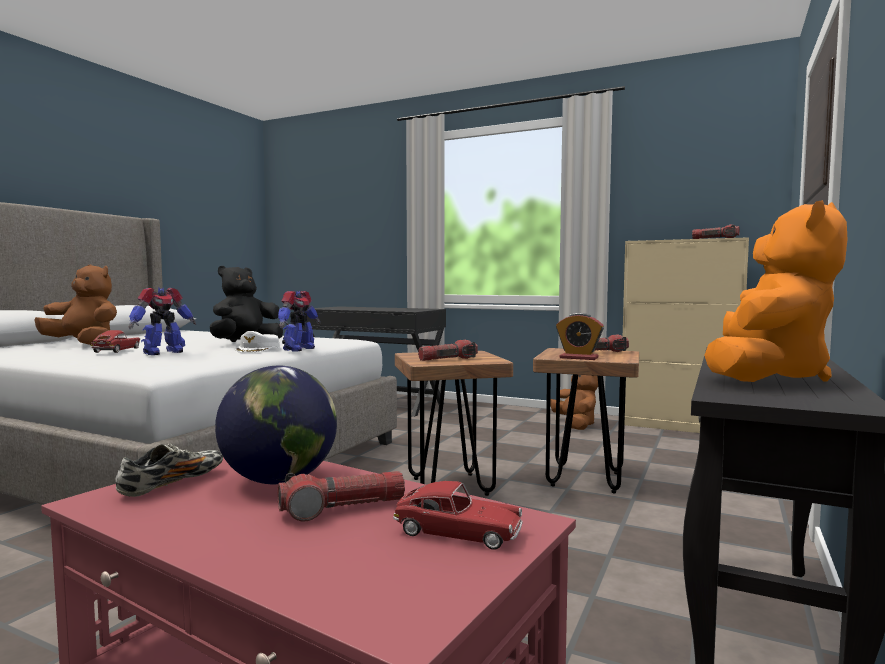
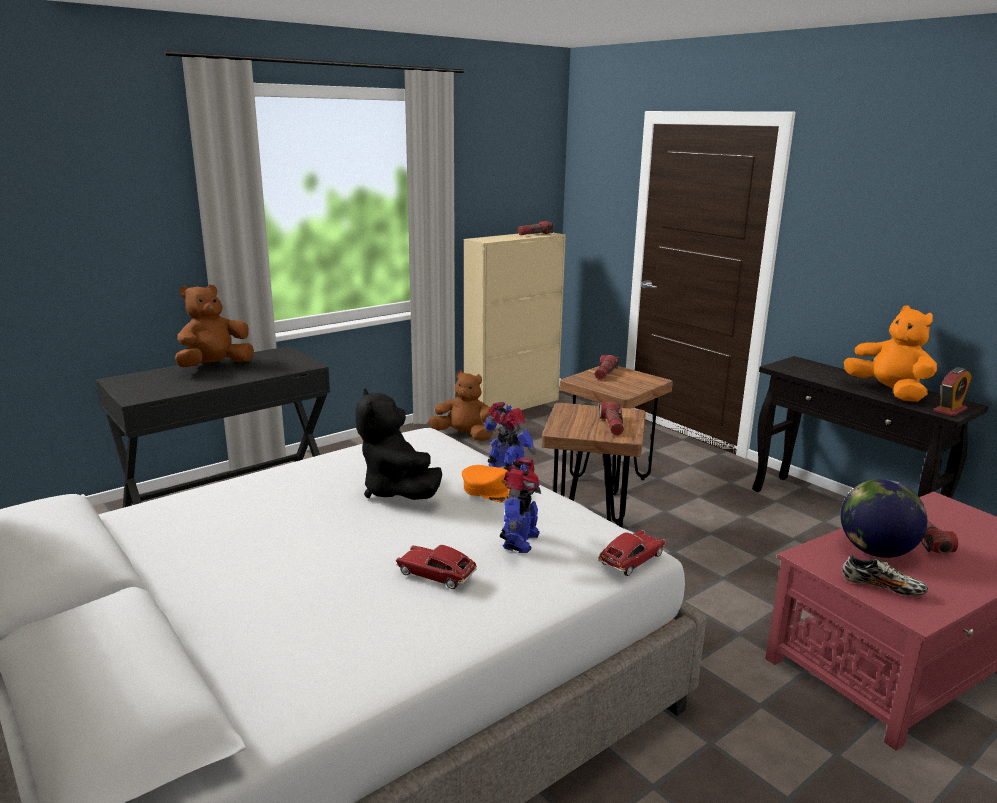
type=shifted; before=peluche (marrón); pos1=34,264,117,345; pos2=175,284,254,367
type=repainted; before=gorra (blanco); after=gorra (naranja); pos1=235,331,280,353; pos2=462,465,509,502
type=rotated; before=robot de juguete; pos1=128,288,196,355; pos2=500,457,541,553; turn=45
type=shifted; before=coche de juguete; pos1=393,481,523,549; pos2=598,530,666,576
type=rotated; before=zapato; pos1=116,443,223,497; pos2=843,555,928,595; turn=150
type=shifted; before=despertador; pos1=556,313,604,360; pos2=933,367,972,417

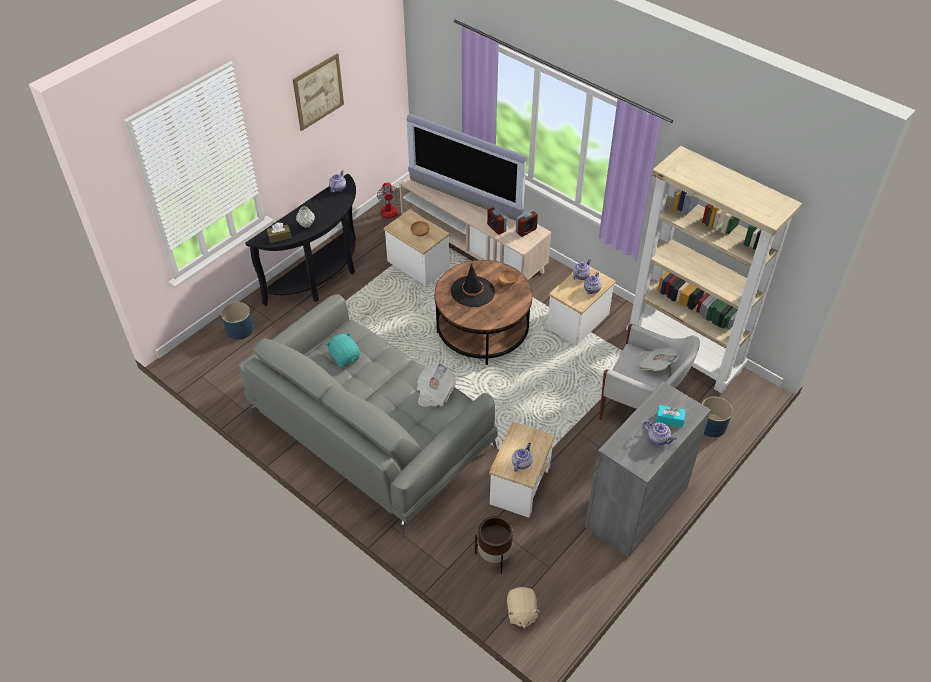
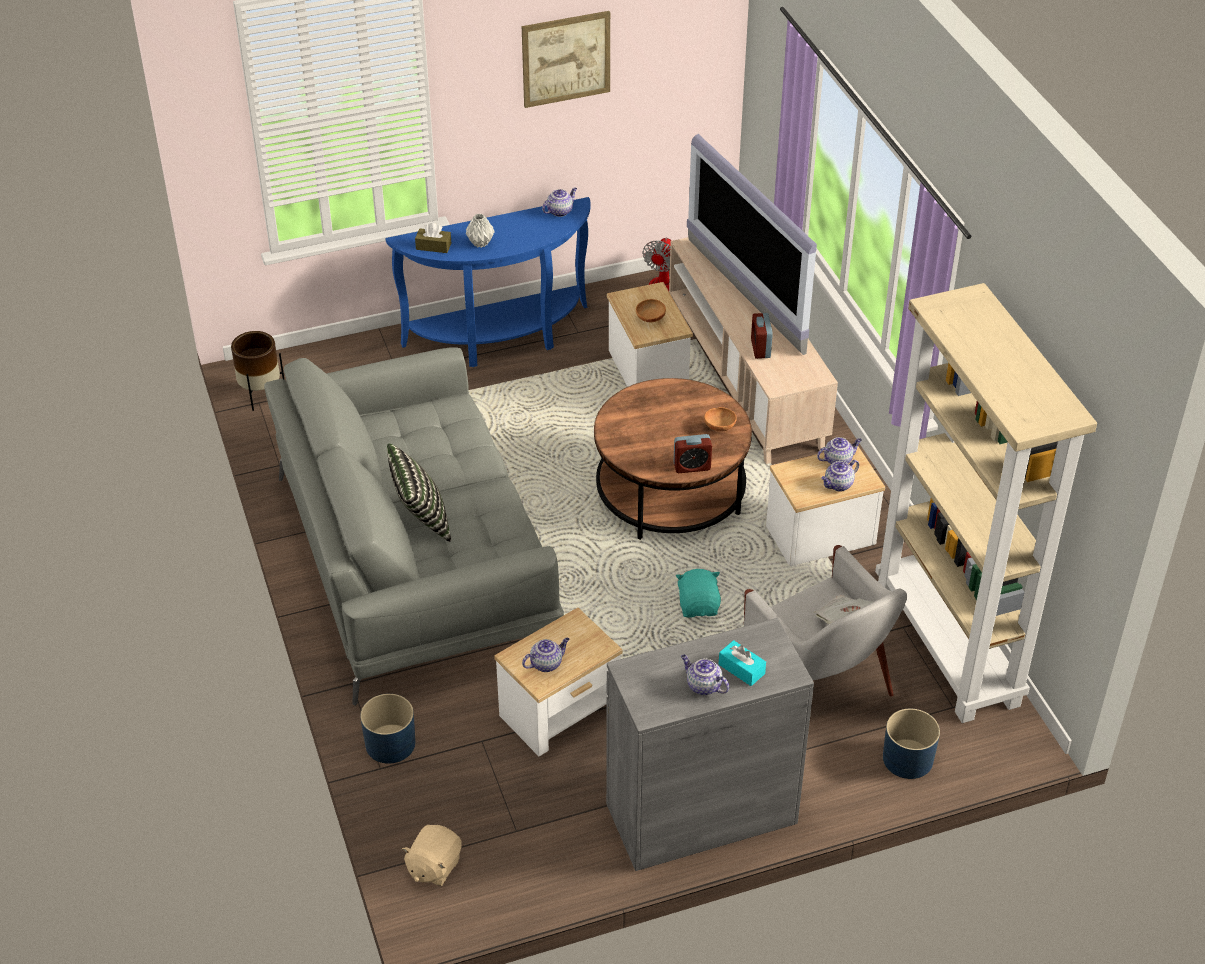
type=shifted; before=maceta (marrón); pos1=475,516,513,574; pos2=231,331,284,411
type=shifted; before=maceta (azul); pos1=221,302,253,340; pos2=360,694,416,764
type=repainted; before=mesa consola (negro); after=mesa consola (azul); pos1=245,174,356,306; pos2=385,197,590,367
type=new; after=cojín; pos2=387,444,451,542
type=shifted; before=despertador; pos1=516,210,538,237; pos2=673,434,712,473
type=shifted; before=peluche (turquesa); pos1=326,332,360,367; pos2=676,569,721,618
type=rotated; before=tetera; pos1=644,421,677,445; pos2=681,654,729,696; turn=150
type=gone; before=periódico; pos1=417,363,456,407
type=gone; before=sombrero (negro); pos1=451,262,495,307

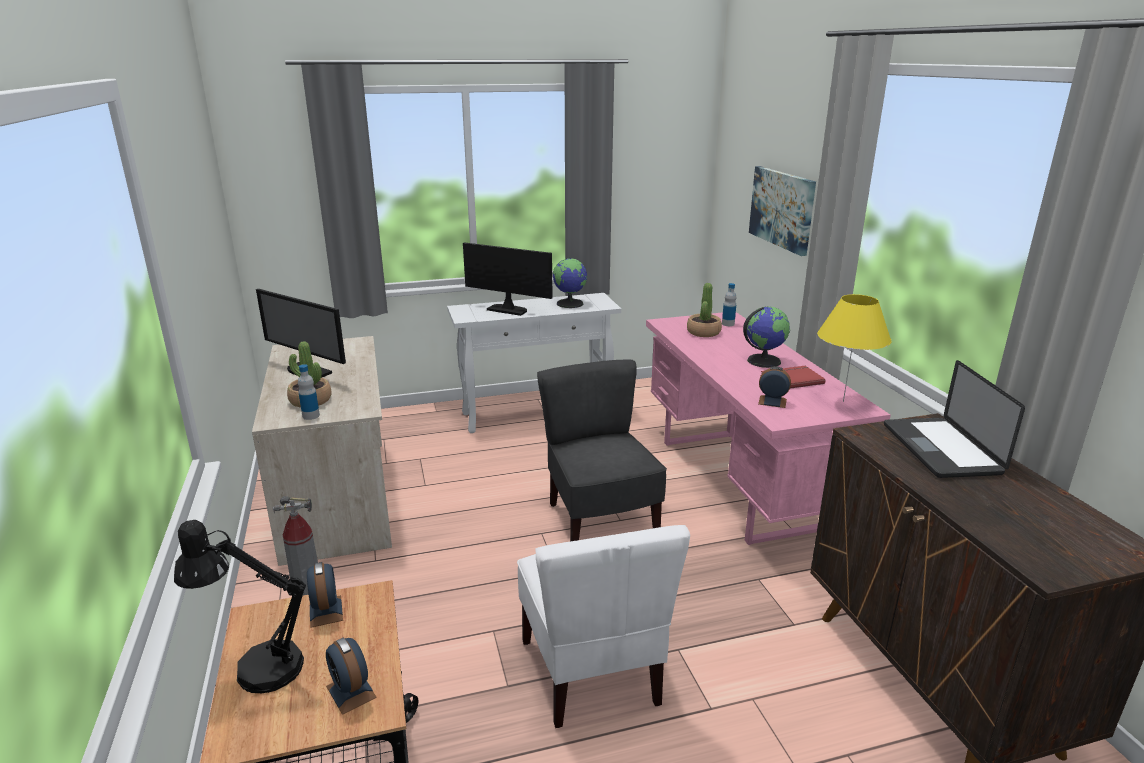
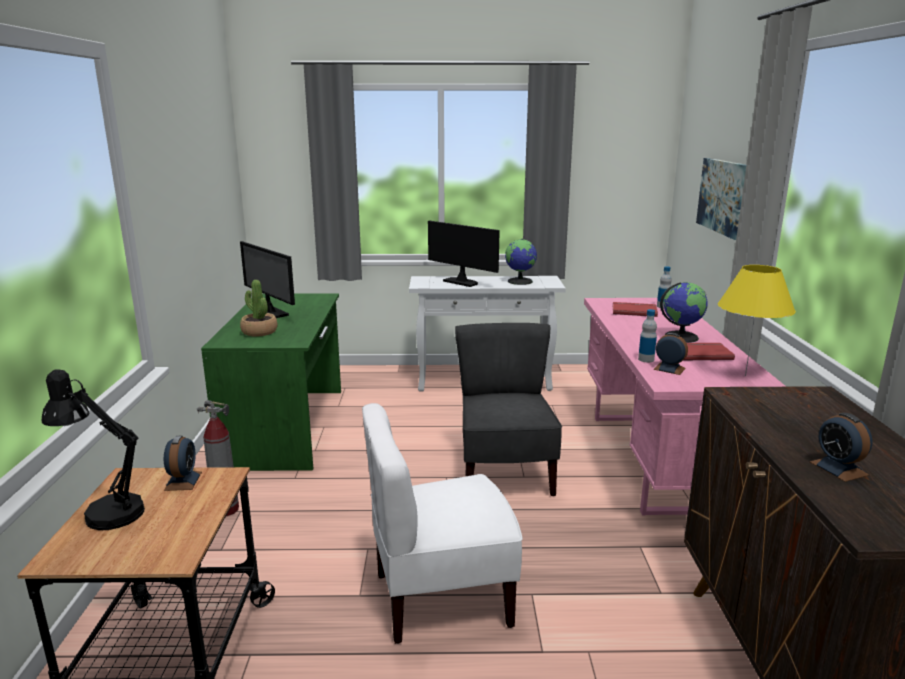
type=repainted; before=escritorio (beis); after=escritorio (verde); pos1=252,336,392,566; pos2=201,293,341,471
type=rotated; before=silla (blanco); pos1=517,525,690,728; pos2=362,403,522,644; turn=75
type=swapped; before=planta en maceta; after=libro (rojo); pos1=687,283,722,337; pos2=613,302,658,317
type=shifted; before=botella; pos1=298,364,320,420; pos2=638,309,657,363
type=shifted; before=despertador; pos1=326,638,377,715; pos2=810,413,873,482
type=gone; before=portátil; pos1=884,360,1025,478

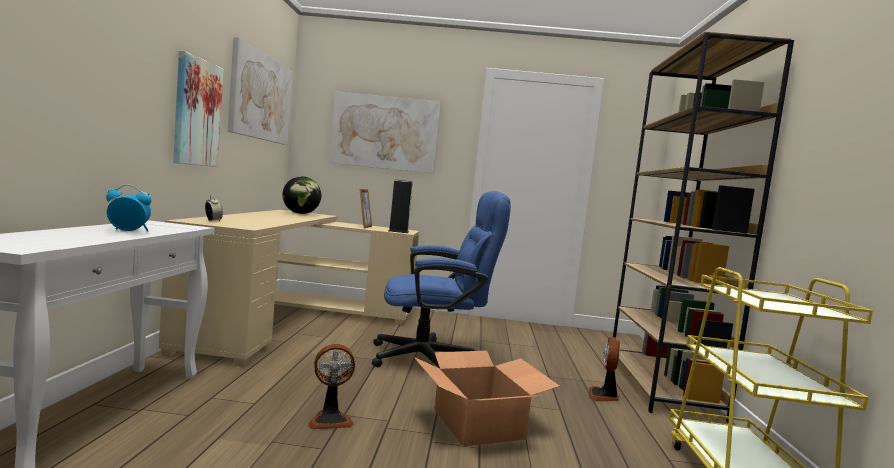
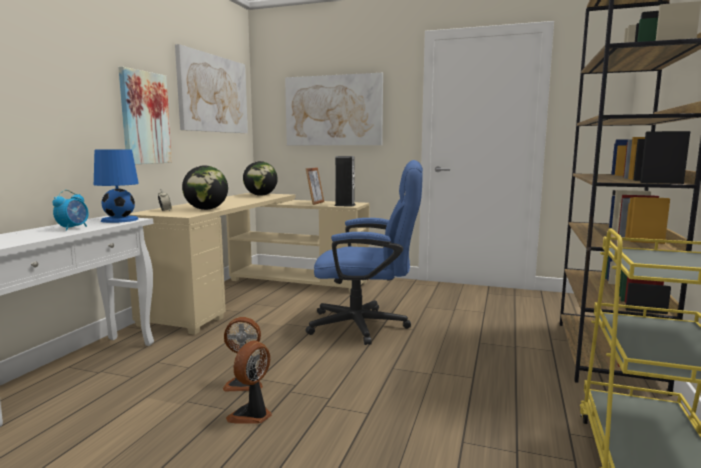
type=rotated; before=despertador; pos1=106,184,152,232; pos2=52,190,89,231; turn=105
type=new; after=lámpara de mesa (azul); pos2=94,149,139,223
type=new; after=globo terráqueo; pos2=182,166,228,210
type=shifted; before=ventilador; pos1=589,337,620,401; pos2=226,341,272,424
type=gone; before=caja de cartón; pos1=414,351,560,446

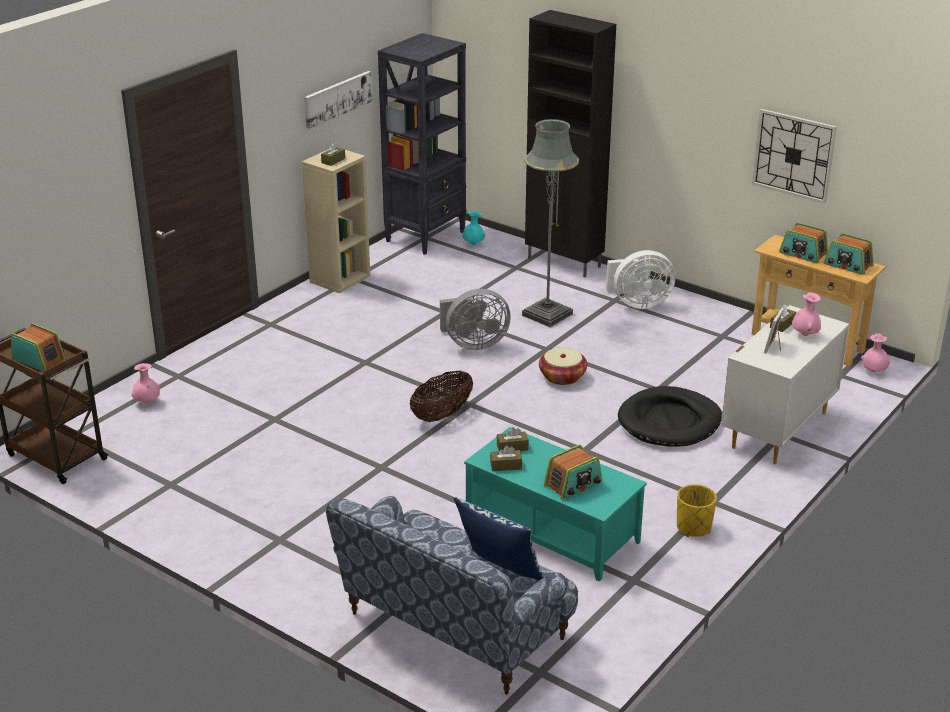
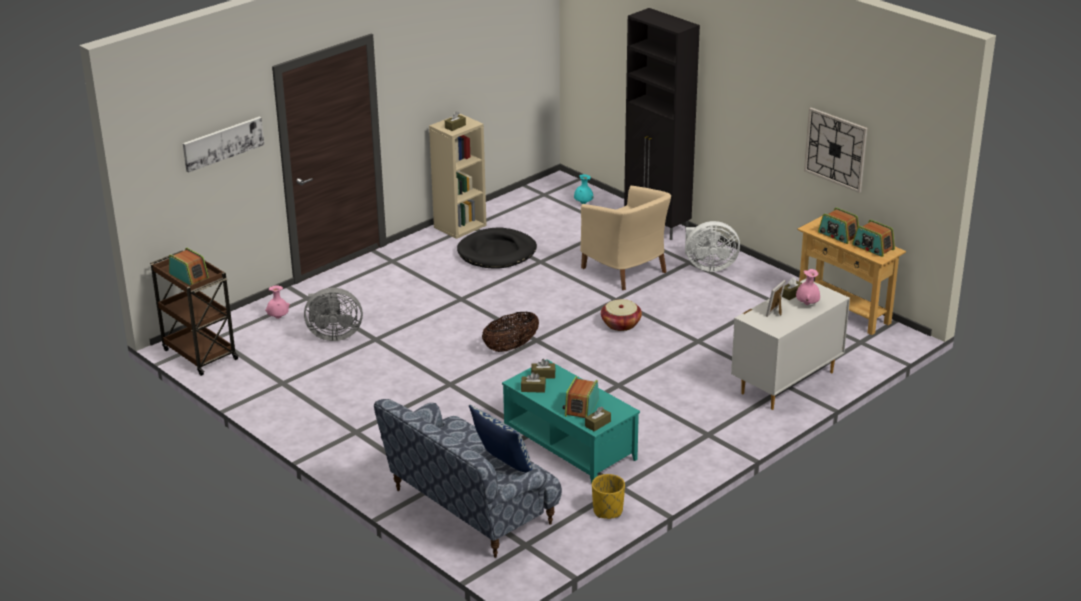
type=shifted; before=cuadro; pos1=304,71,372,129; pos2=183,117,264,173
type=shifted; before=ventilador (gris); pos1=440,289,511,350; pos2=304,288,363,341
type=shifted; before=cama para perro (negro); pos1=618,386,722,447; pos2=457,227,537,268
type=rotated; before=radio; pos1=544,445,603,500; pos2=563,376,599,418; turn=135
type=swapped; before=lámpara de pie (gris); after=sillón (beis); pos1=522,119,579,327; pos2=580,186,671,290
type=new; after=caja de pañuelos (marrón); pos2=585,406,611,431
type=shifted; before=maceta (amarillo); pos1=677,484,717,537; pos2=592,474,625,519
type=gone; before=estantería (negro); pos1=378,33,467,255
type=gone; before=florero (rosa); pos1=861,333,890,372

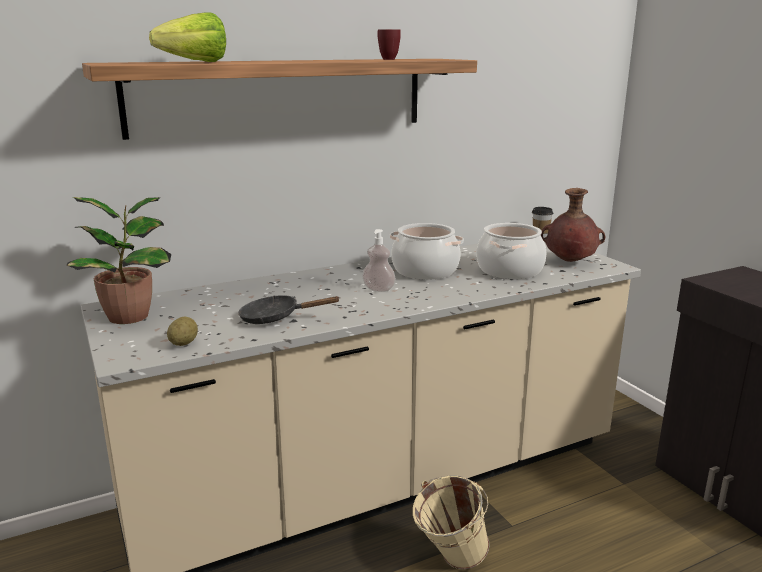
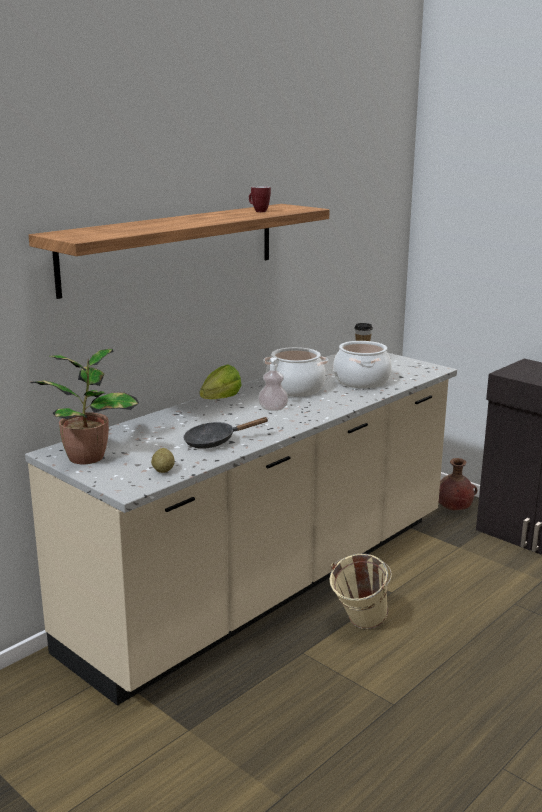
type=shifted; before=lechuga; pos1=149,12,226,62; pos2=200,364,242,399
type=shifted; before=florero (marrón); pos1=541,188,605,262; pos2=439,458,477,510

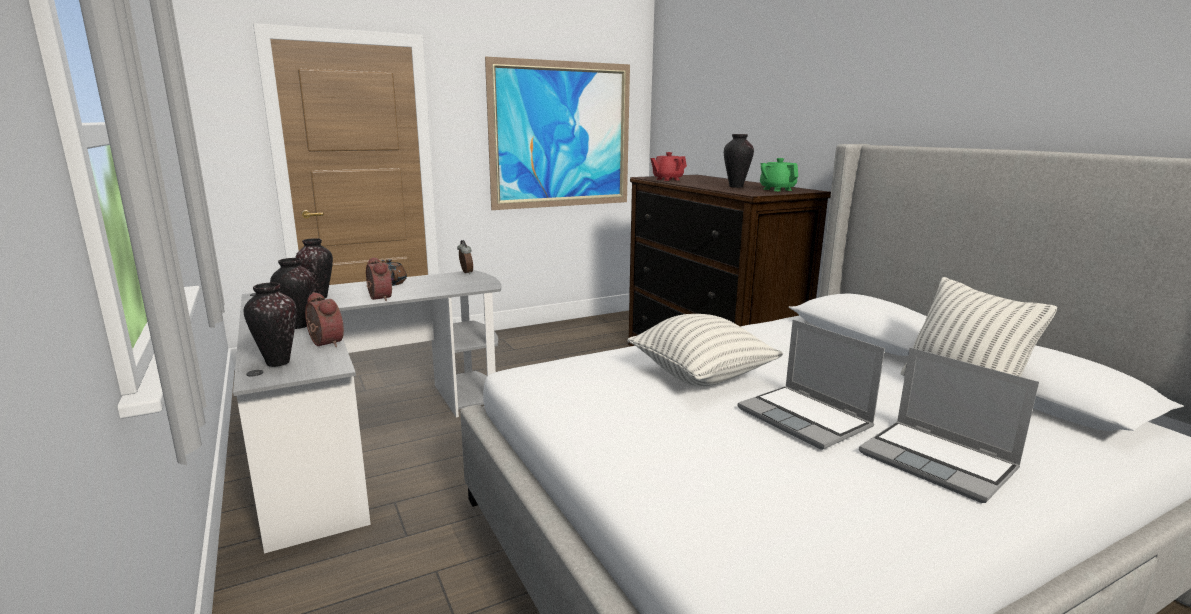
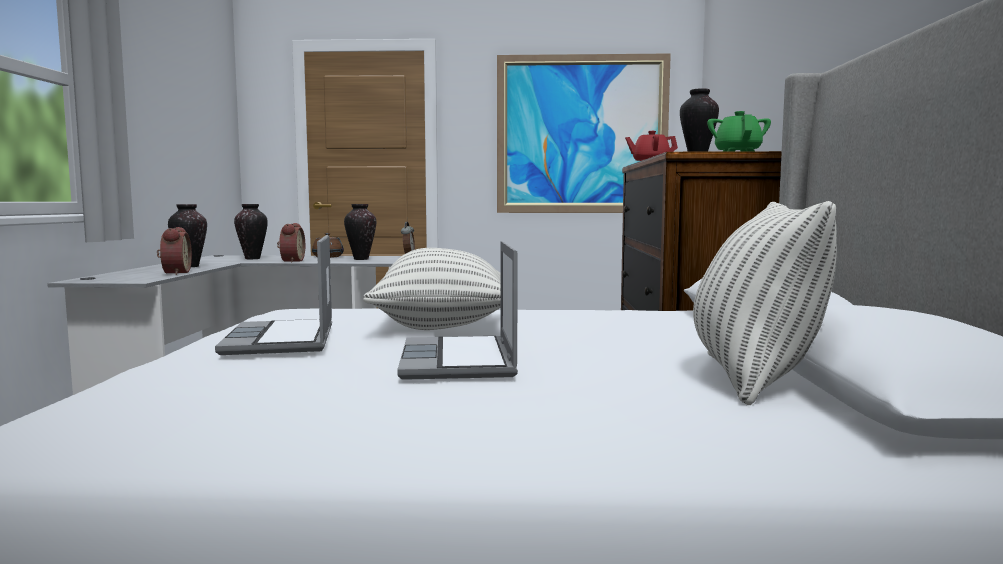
type=shifted; before=portátil; pos1=859,347,1039,503; pos2=215,235,332,355
type=shifted; before=florero; pos1=244,283,297,367; pos2=344,204,376,260

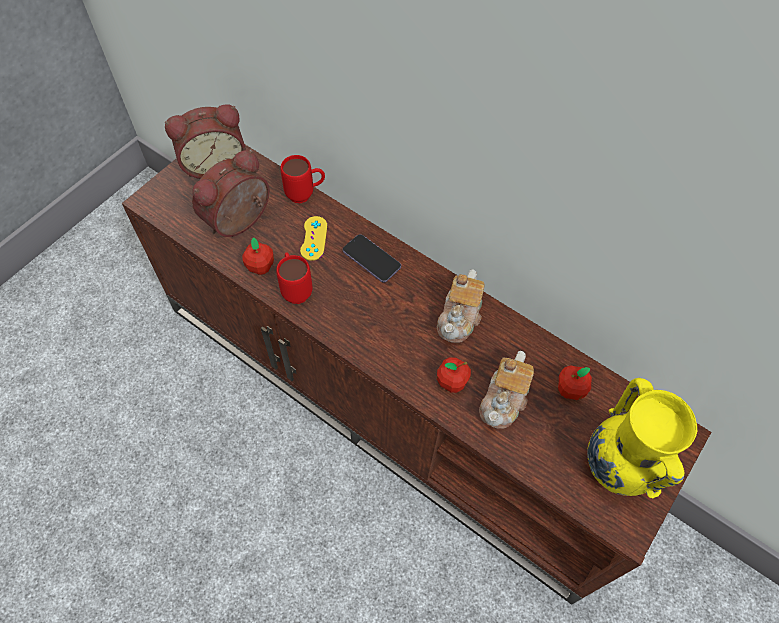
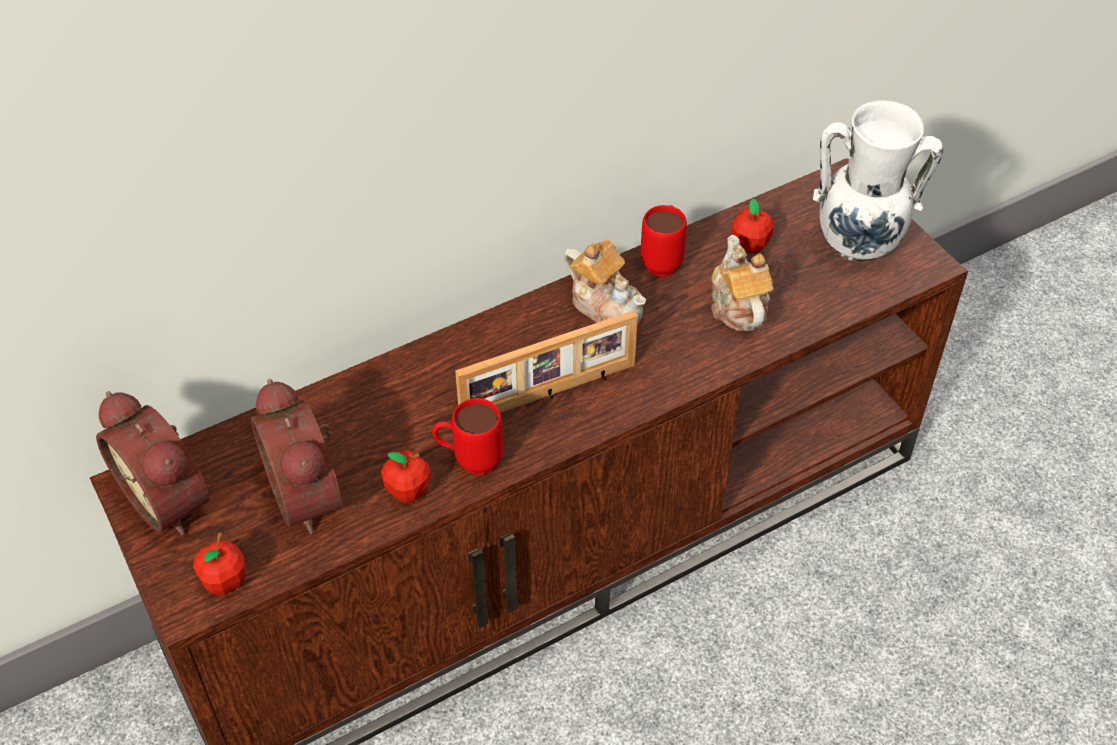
type=rotated; before=despertador; pos1=165,104,246,179; pos2=96,391,209,535; turn=135
type=shifted; before=manzana; pos1=437,357,471,393; pos2=193,533,246,595
type=new; after=portarretratos; pos2=455,310,638,413
type=shifted; before=taza grande (rojo); pos1=280,155,325,203; pos2=640,205,687,277
type=rotated; before=tetera; pos1=479,351,534,429; pos2=711,235,774,331; turn=-150
type=repainted; before=florero (amarillo); after=florero (blanco); pos1=587,378,697,498; pos2=813,100,943,263
type=gone; before=mando de consola (amarillo); pos1=300,216,327,261
type=gone; before=móvil; pos1=343,234,401,282

